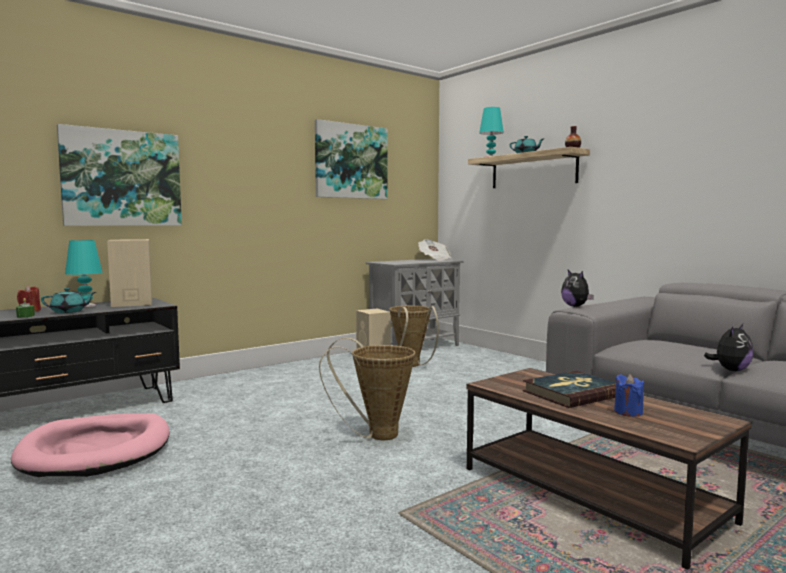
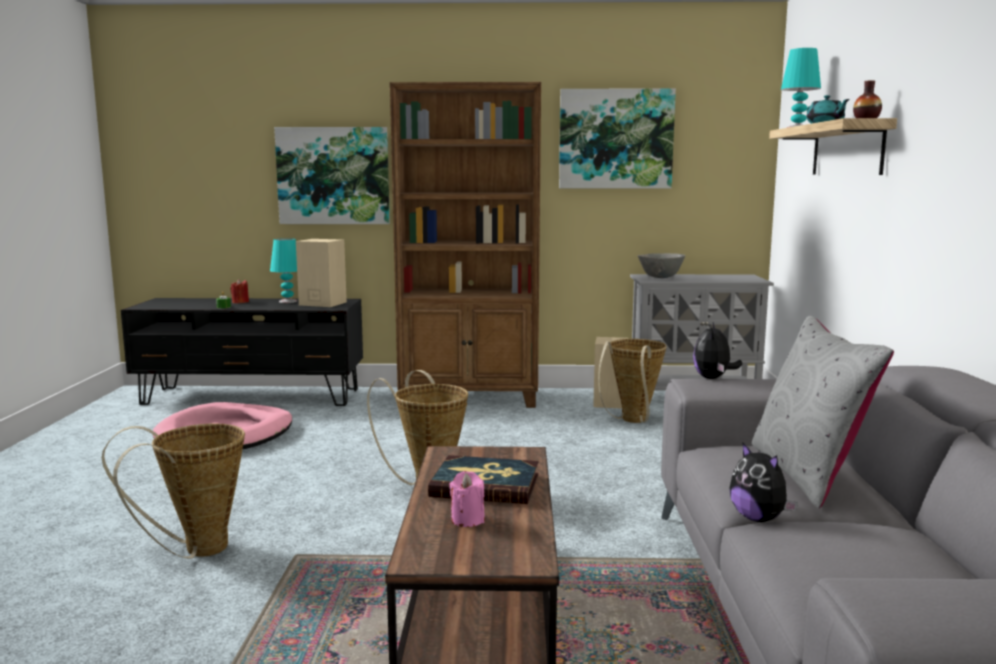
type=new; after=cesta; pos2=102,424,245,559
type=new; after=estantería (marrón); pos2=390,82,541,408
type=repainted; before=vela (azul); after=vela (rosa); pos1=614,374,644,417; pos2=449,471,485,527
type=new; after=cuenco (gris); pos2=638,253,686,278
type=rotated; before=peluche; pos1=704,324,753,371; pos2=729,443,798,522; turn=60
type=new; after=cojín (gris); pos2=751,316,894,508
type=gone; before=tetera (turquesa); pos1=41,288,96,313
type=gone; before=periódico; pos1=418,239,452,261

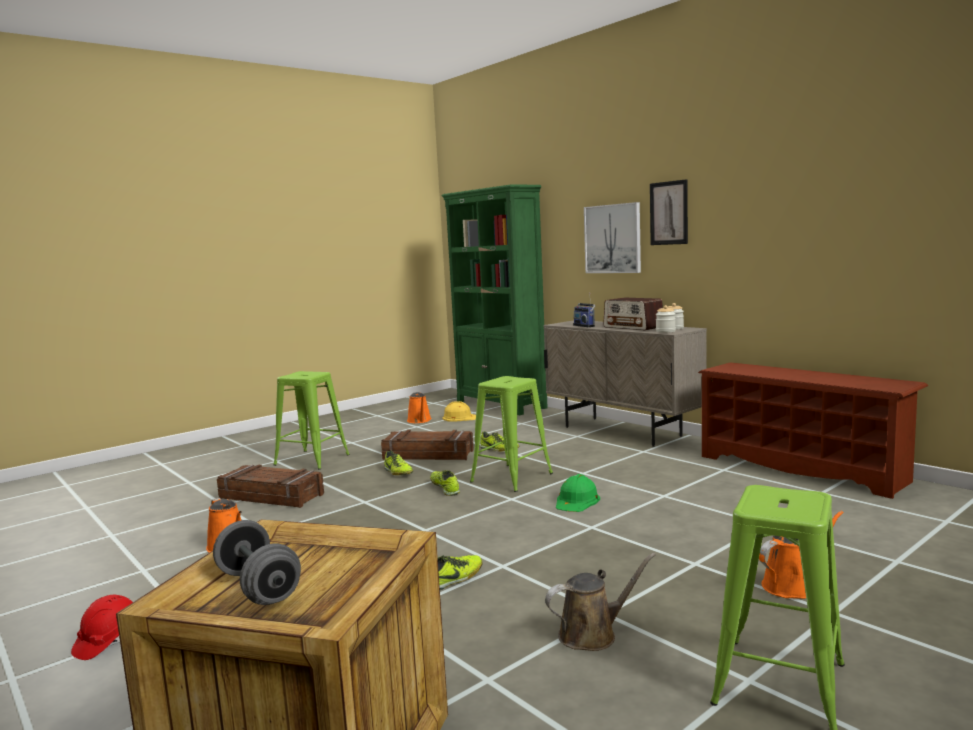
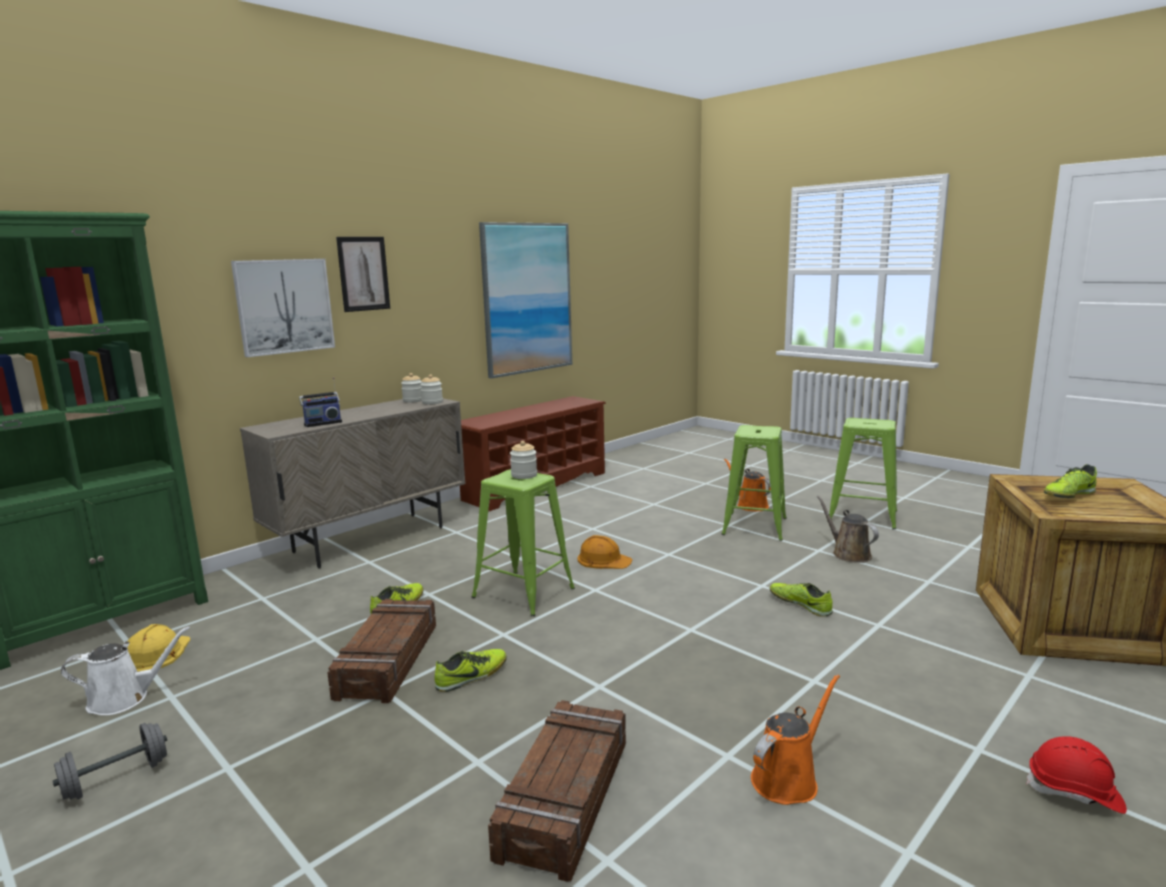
type=shifted; before=mancuerna (gris); pos1=213,520,301,605; pos2=53,723,167,800
type=repainted; before=regadera (naranja); after=regadera (blanco); pos1=407,392,432,423; pos2=61,626,190,716
type=new; after=cuadro; pos2=479,222,572,378
type=new; after=tarro; pos2=510,441,537,479
type=repainted; before=casco (verde); after=casco (naranja); pos1=556,474,600,512; pos2=577,535,633,569
type=shifted; before=taburete (verde); pos1=273,371,350,470; pos2=722,425,787,541
type=shifted; before=zapato; pos1=430,470,460,496; pos2=1044,464,1097,498
type=gone; before=radio; pos1=603,298,663,330

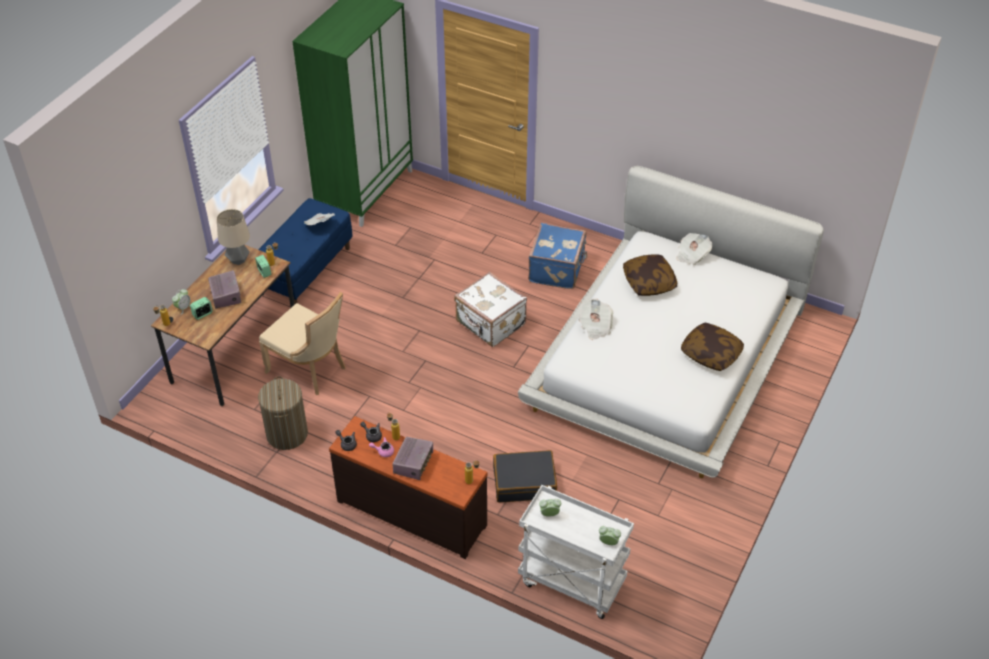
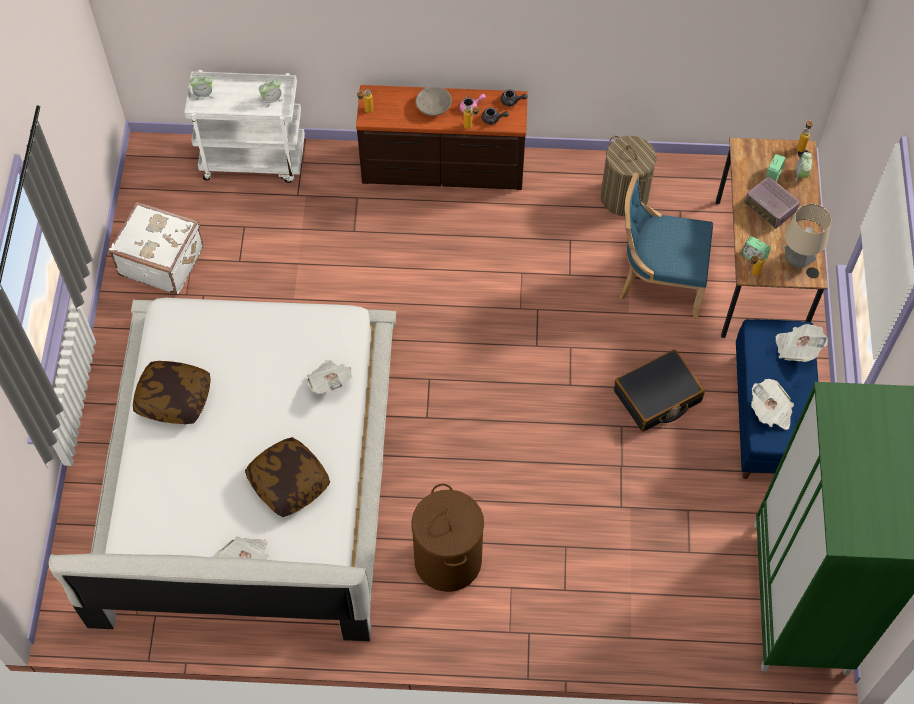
type=shifted; before=maleta (blanco); pos1=454,272,527,347; pos2=109,201,203,294
type=swapped; before=maleta (azul); after=cesto de la ropa (marrón); pos1=528,223,587,289; pos2=411,484,484,592
type=swapped; before=radio; after=cuenco (gris); pos1=392,437,433,480; pos2=415,86,452,116
type=shifted; before=maleta (negro); pos1=493,450,557,502; pos2=614,349,705,432
type=repainted; before=silla (beis); after=silla (azul); pos1=259,292,346,395; pos2=619,173,713,318
type=new; after=periódico; pos2=776,324,828,362

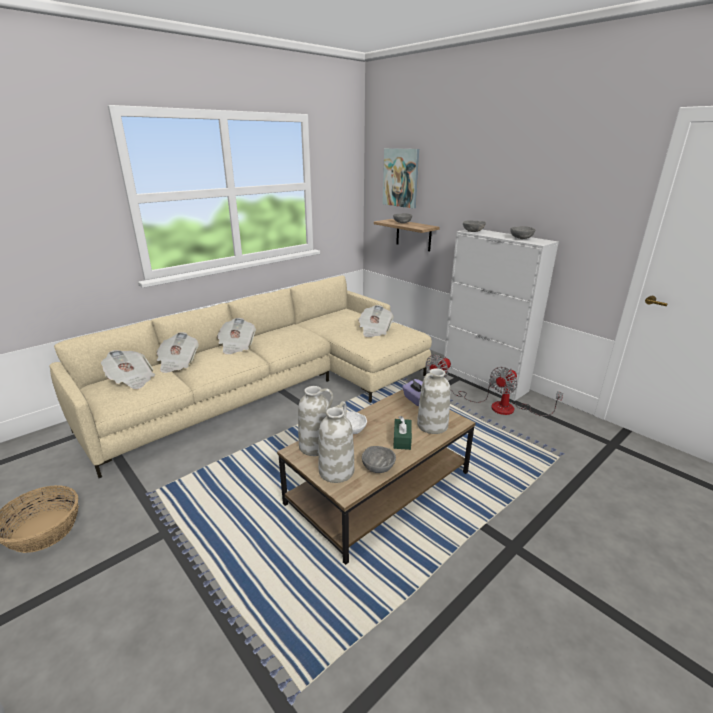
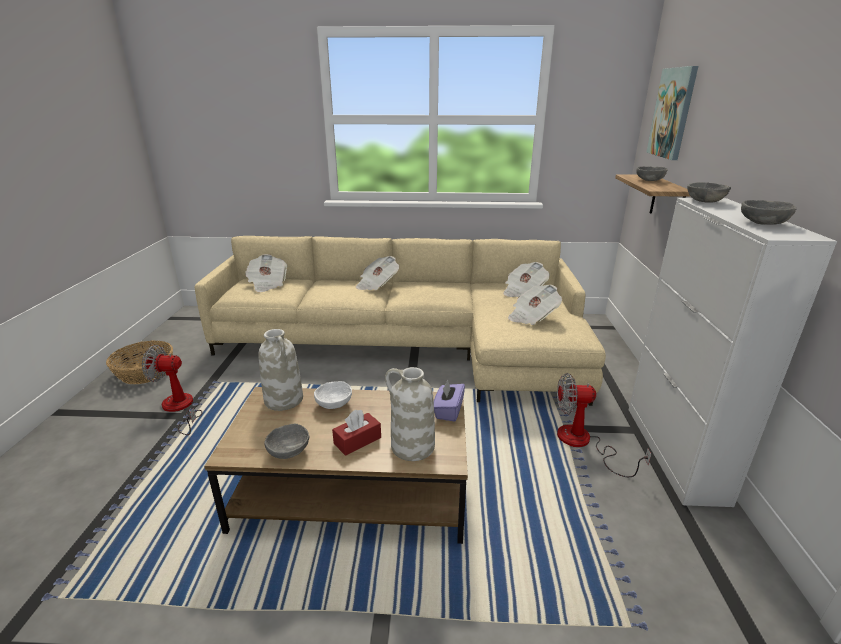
type=shifted; before=ventilador; pos1=490,367,563,416; pos2=142,345,202,435
type=repainted; before=caja de pañuelos (verde); after=caja de pañuelos (rojo); pos1=393,416,412,450; pos2=332,410,381,456
type=shifted; before=periódico; pos1=156,332,199,373; pos2=503,262,550,297
type=gone; before=florero (blanco); pos1=318,401,354,483

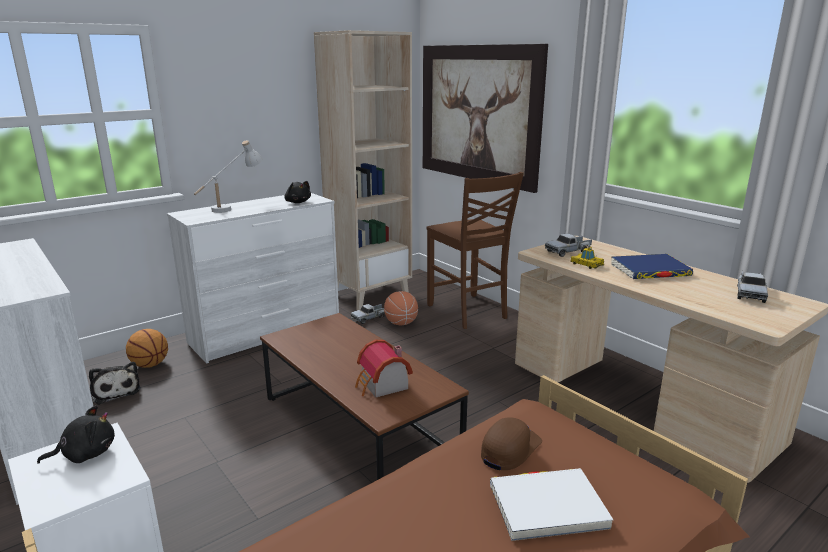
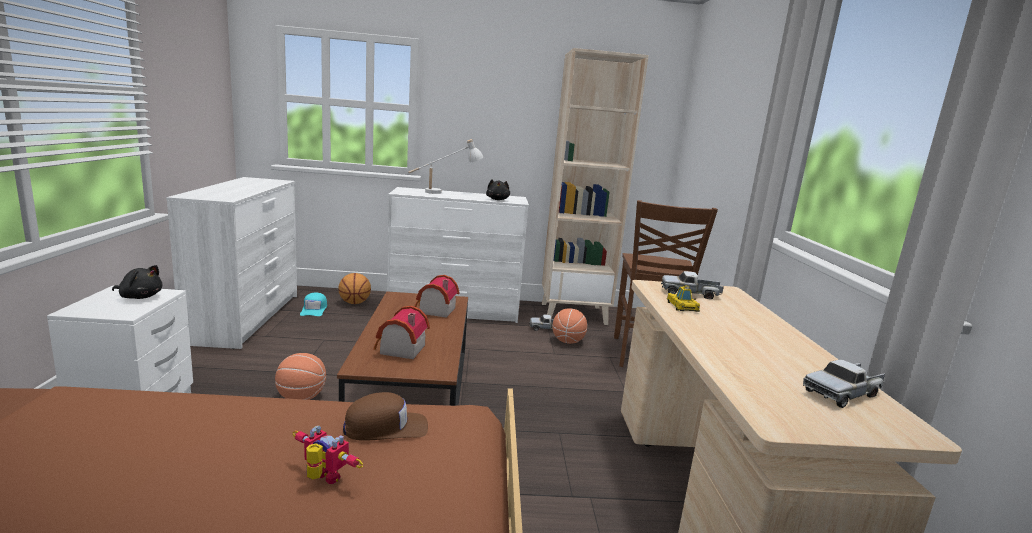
type=new; after=balón de baloncesto; pos2=275,353,326,400
type=swapped; before=libro (blanco); after=robot de juguete; pos1=490,468,613,541; pos2=292,426,363,484
type=swapped; before=peluche; after=gorra (turquesa); pos1=89,362,141,405; pos2=300,293,327,316
type=new; after=casita; pos2=414,275,459,318
type=gone; before=cuadro; pos1=423,44,548,193
type=gone; before=libro (azul); pos1=611,254,693,279

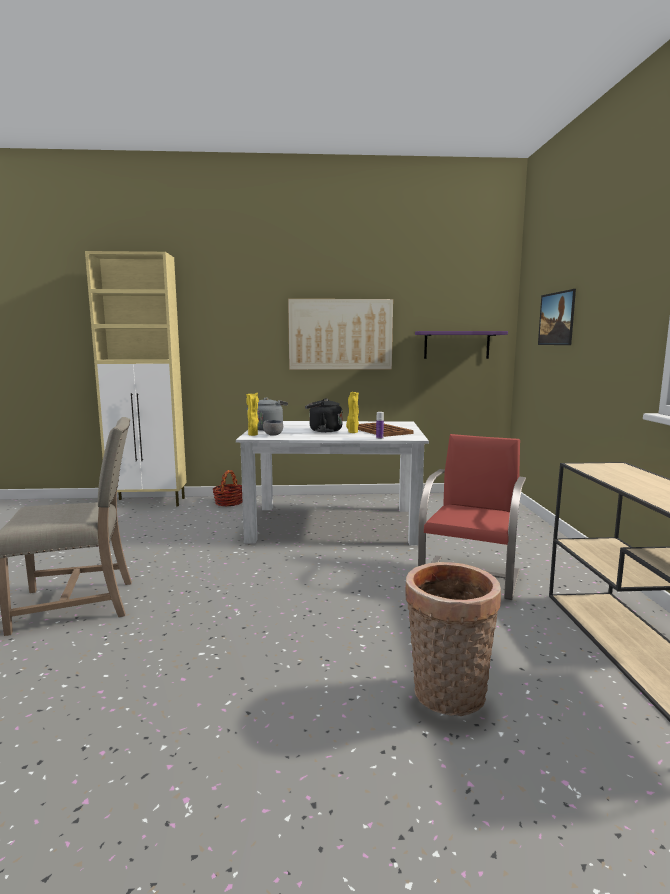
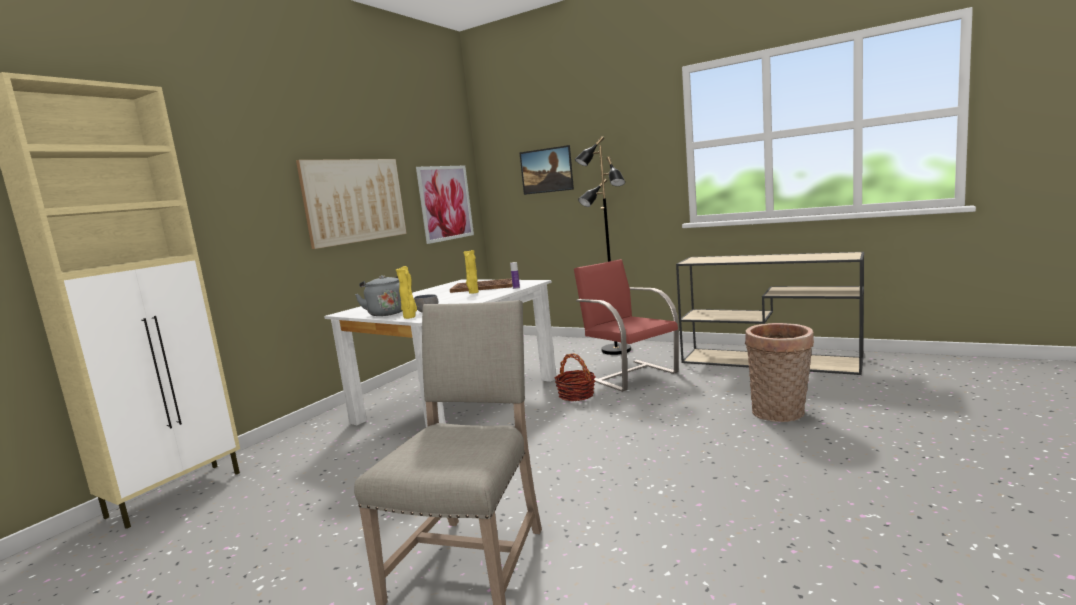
type=swapped; before=estante (morado); after=cuadro; pos1=415,331,508,359; pos2=416,165,474,244
type=shifted; before=cesta; pos1=213,470,242,506; pos2=555,353,595,401
type=new; after=lámpara de pie (negro); pos2=575,136,631,355
type=gone; before=hervidor (negro); pos1=305,398,343,432

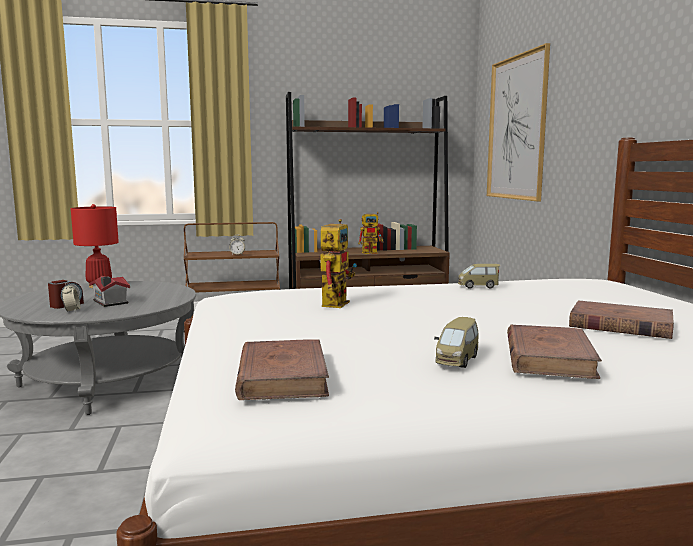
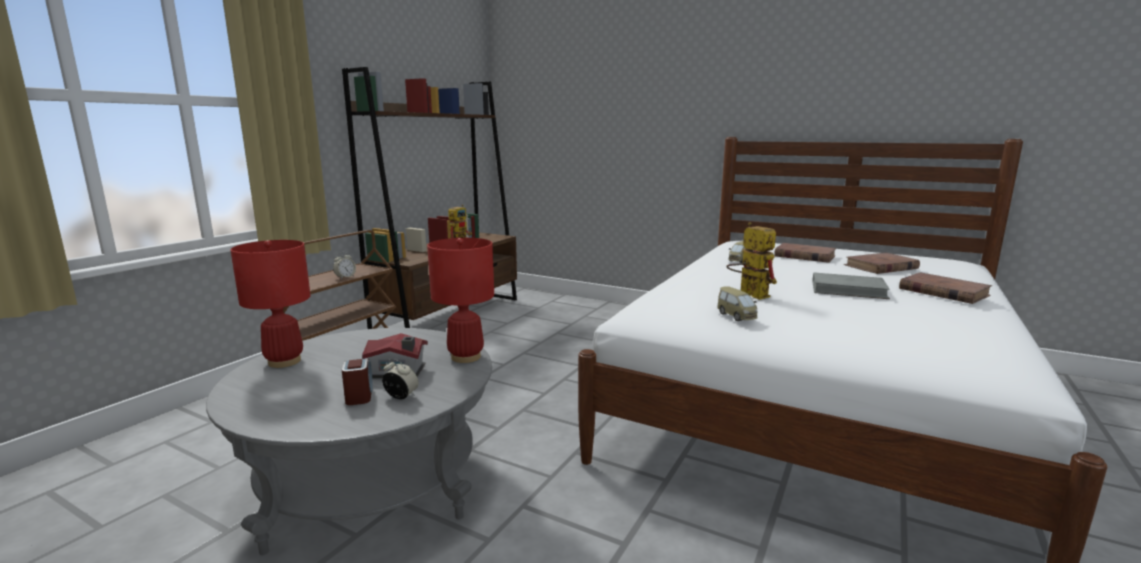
type=new; after=lámpara de mesa (rojo); pos2=427,238,494,363
type=shifted; before=coche de juguete; pos1=434,317,478,368; pos2=717,286,757,321
type=shifted; before=libro (marrón); pos1=235,339,329,400; pos2=774,243,836,263
type=new; after=libro (gris); pos2=812,272,890,299
type=gone; before=cuadro; pos1=487,43,550,201

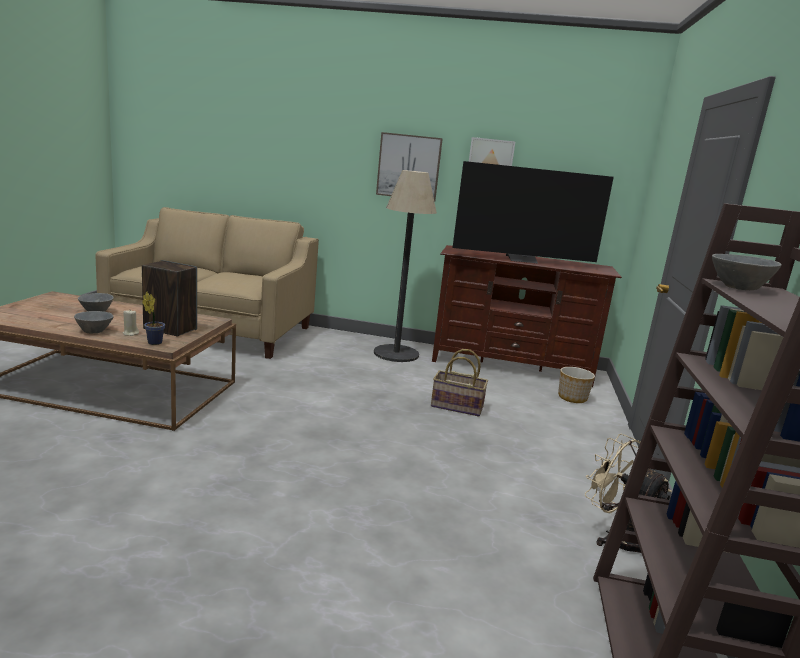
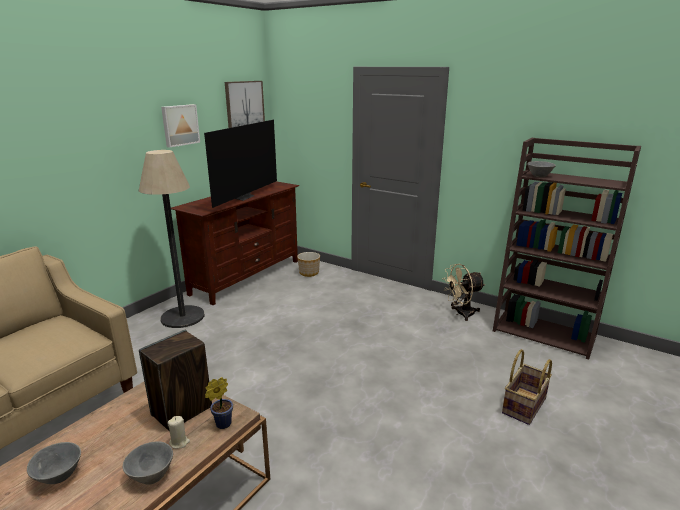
type=shifted; before=cuadro; pos1=376,132,443,202; pos2=225,81,265,128
type=shifted; before=cesta; pos1=431,349,488,417; pos2=502,349,552,425

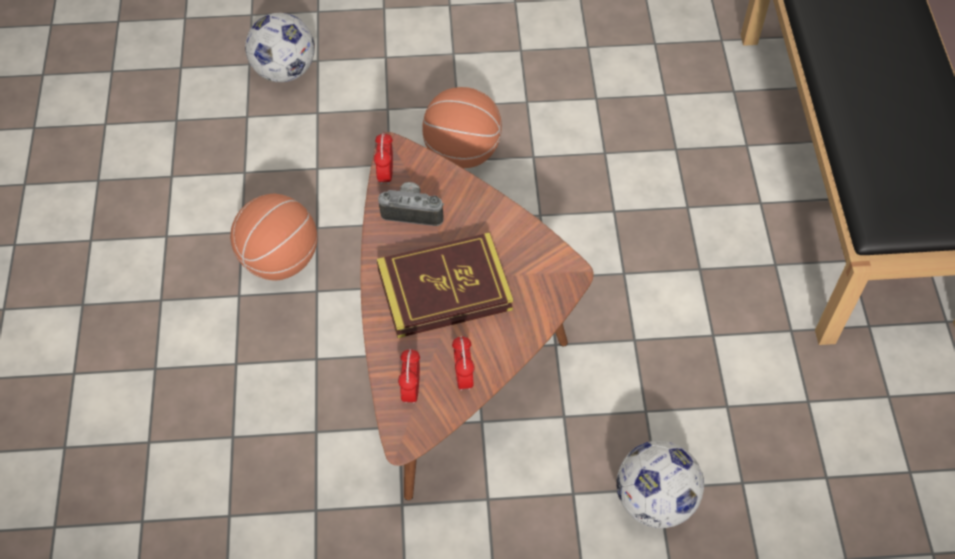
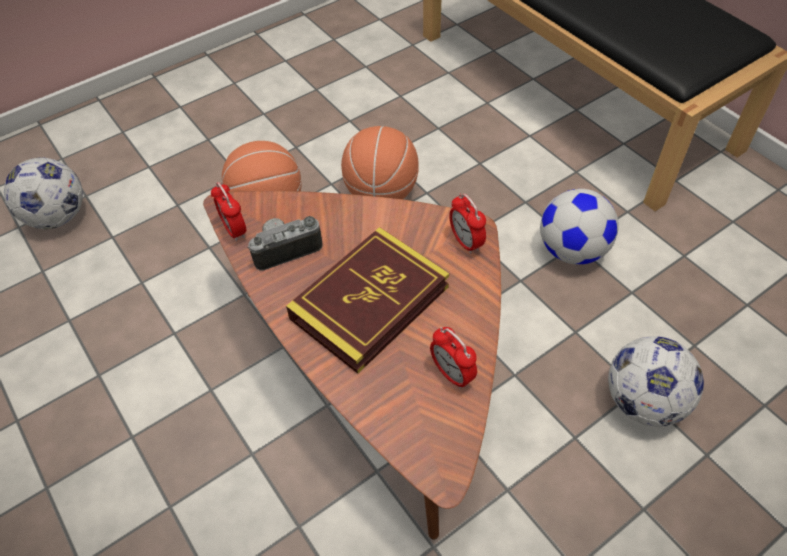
type=shifted; before=balón de baloncesto; pos1=230,194,318,280; pos2=341,126,418,199
type=shifted; before=despertador; pos1=398,349,420,404; pos2=449,194,486,254
type=new; after=balón de fútbol; pos2=540,189,619,264

